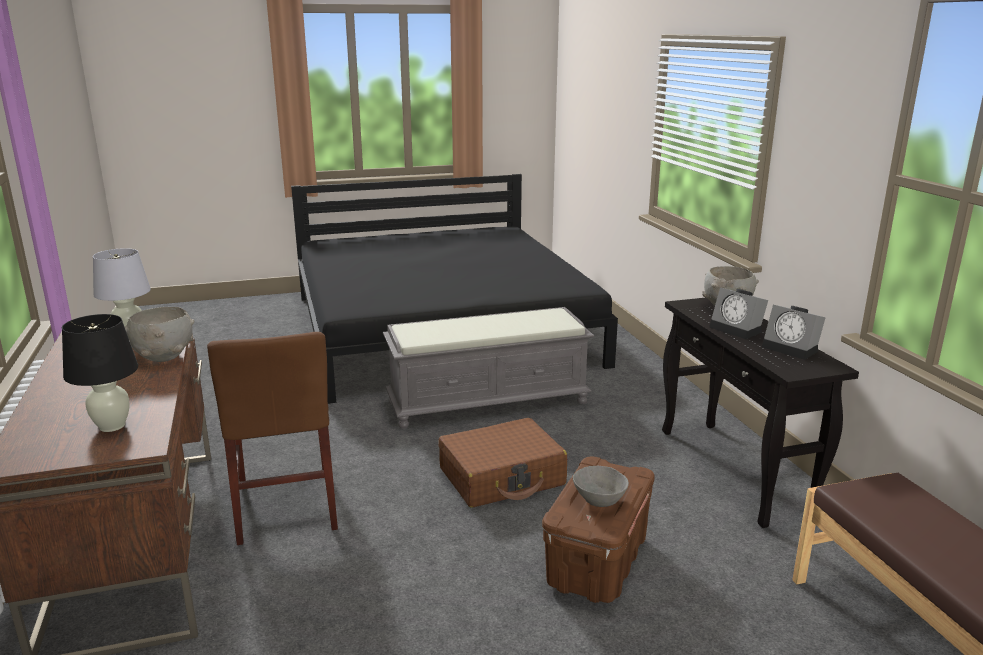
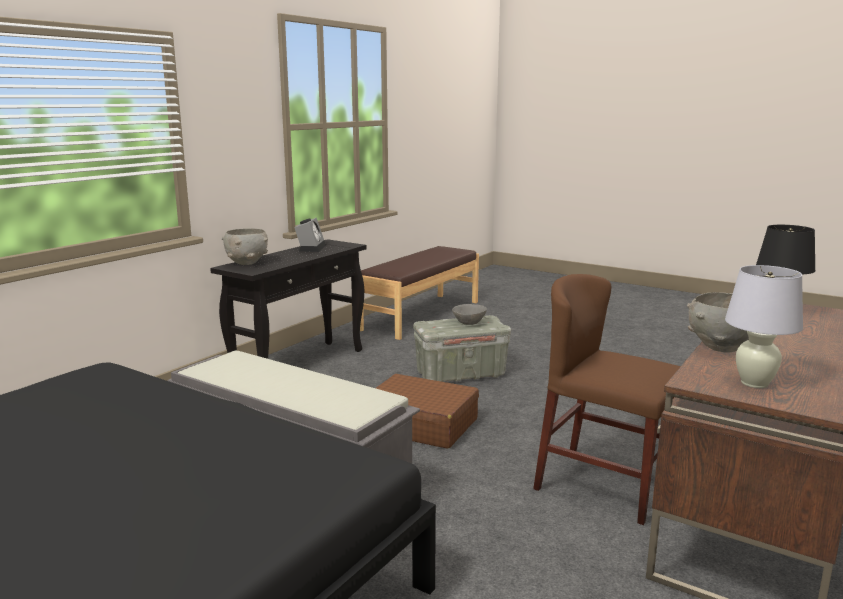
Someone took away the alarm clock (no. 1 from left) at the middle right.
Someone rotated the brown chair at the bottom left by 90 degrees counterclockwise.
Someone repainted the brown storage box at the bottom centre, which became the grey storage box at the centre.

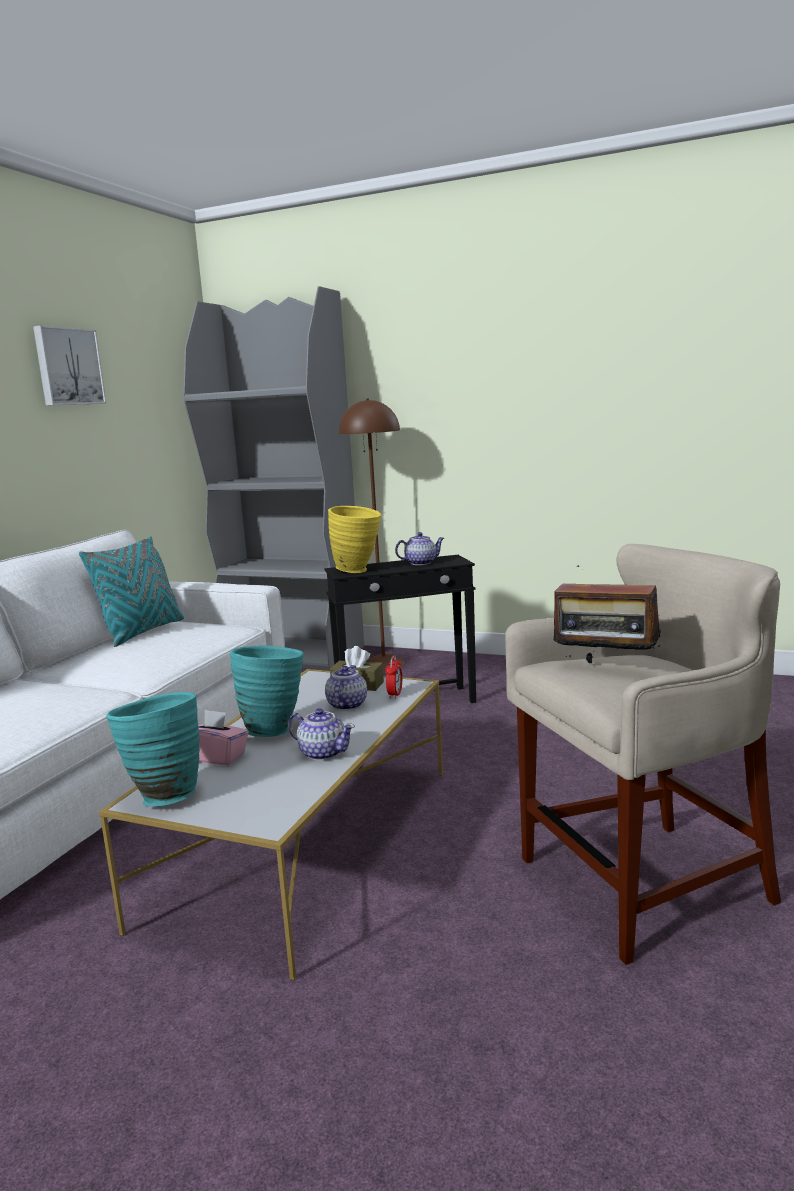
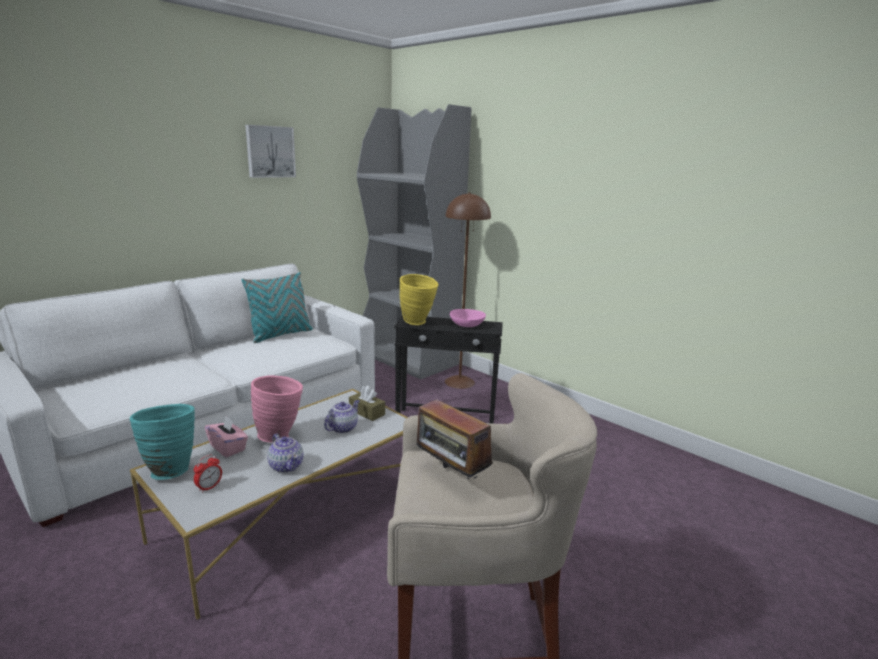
Someone swapped the teapot (no. 3 from left) at the centre for the pink bowl at the centre.
Someone repainted the turquoise vase (no. 2 from left) at the centre, which became the pink vase at the middle left.
Someone carried the alarm clock from the centre to the bottom left.

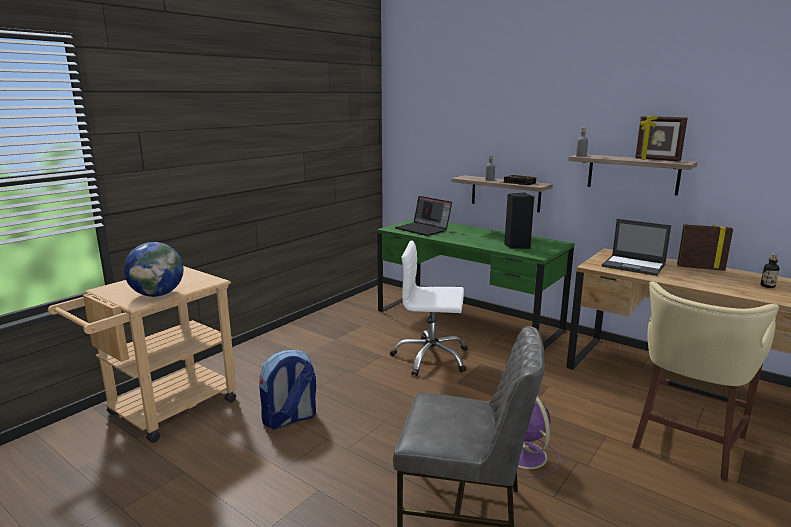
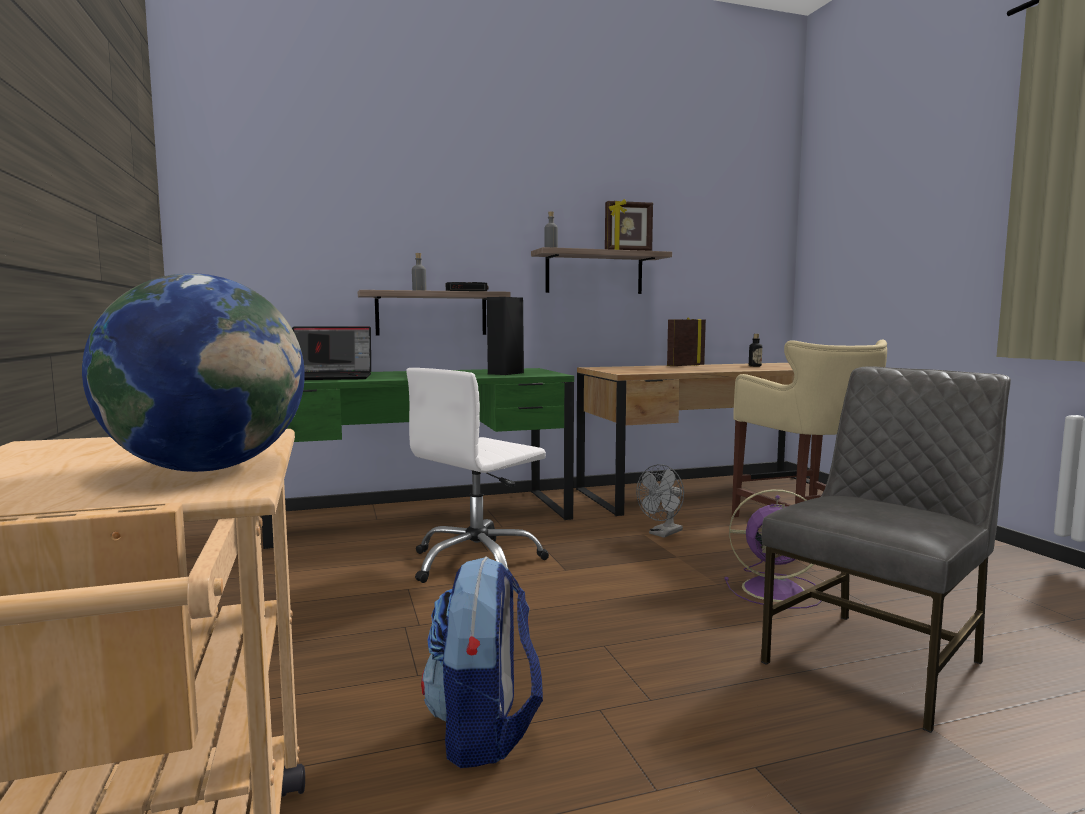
Someone took away the laptop (no. 2 from left) at the middle right.
Someone put down the grey fan at the centre.

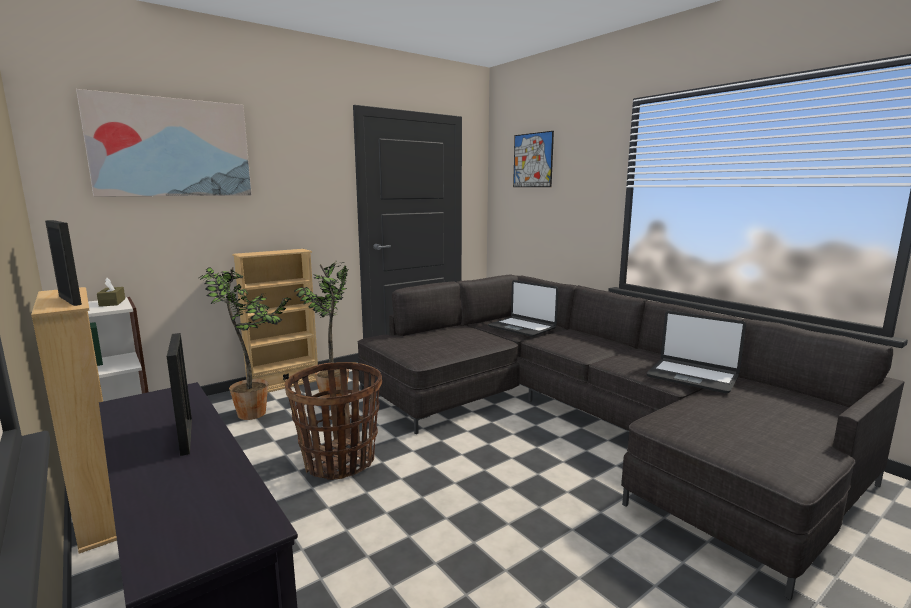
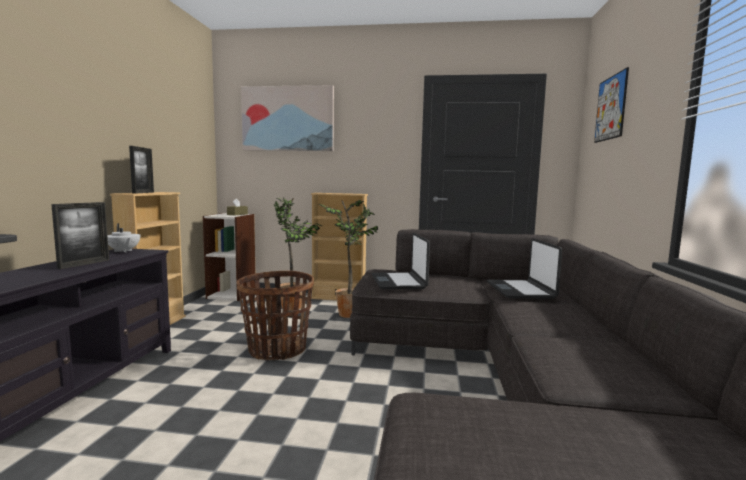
Someone carried the laptop (no. 2 from left in the first image) from the middle right to the centre.
Someone put down the white teapot at the middle left.

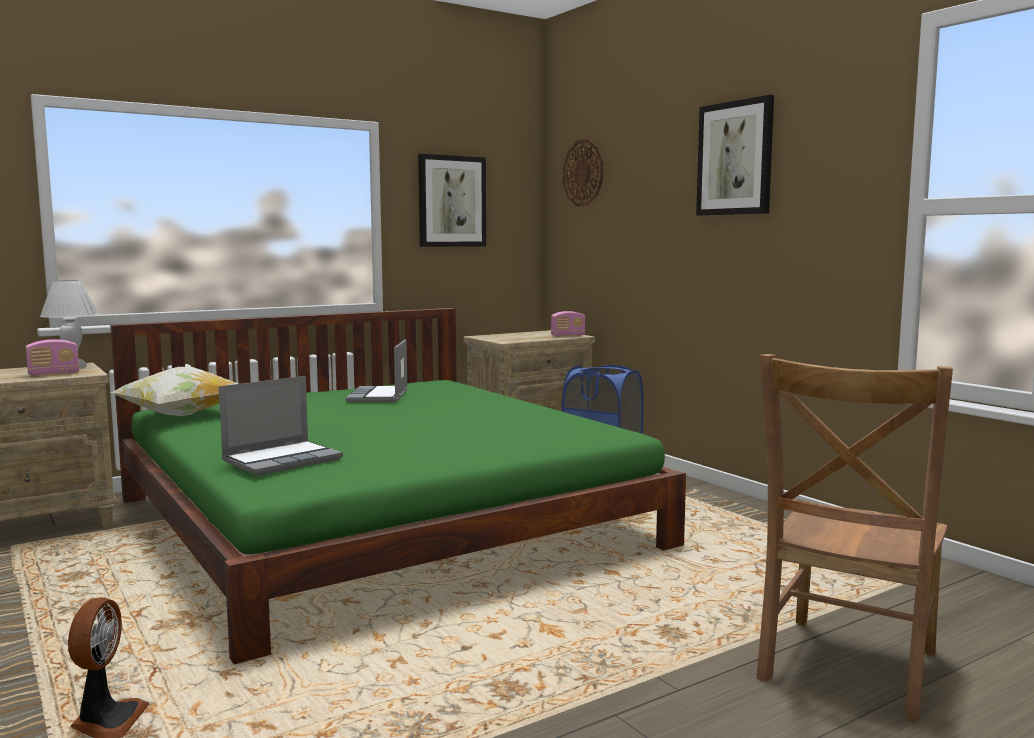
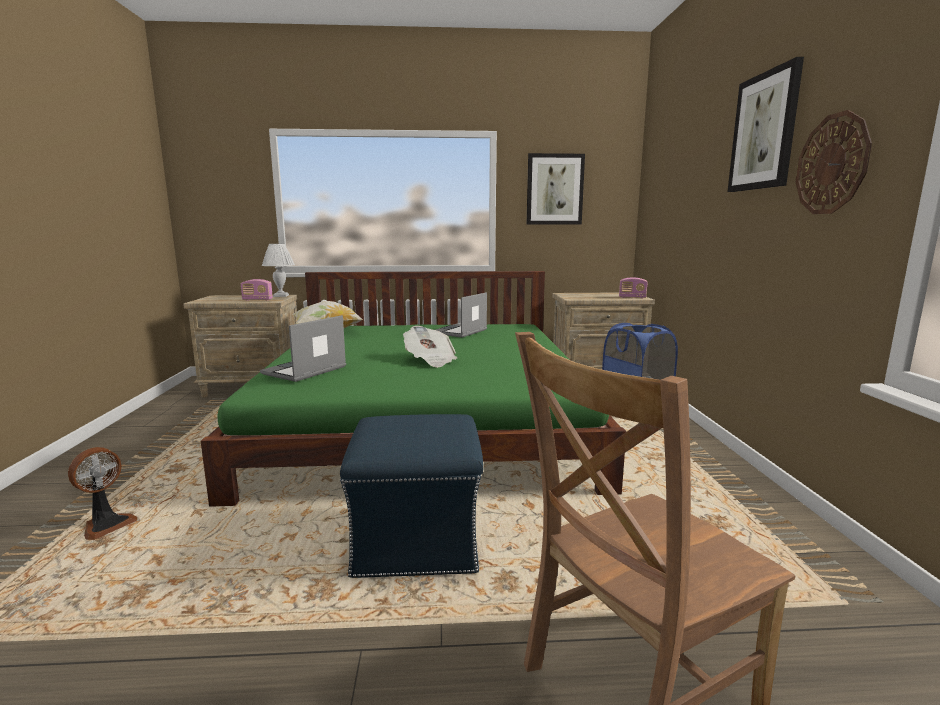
Someone carried the wall clock from the top centre to the top right.
Someone rotated the laptop (no. 1 from left) at the middle left by 135 degrees clockwise.
Someone put down the newspaper at the centre.
Someone put down the blue ottoman at the bottom centre.

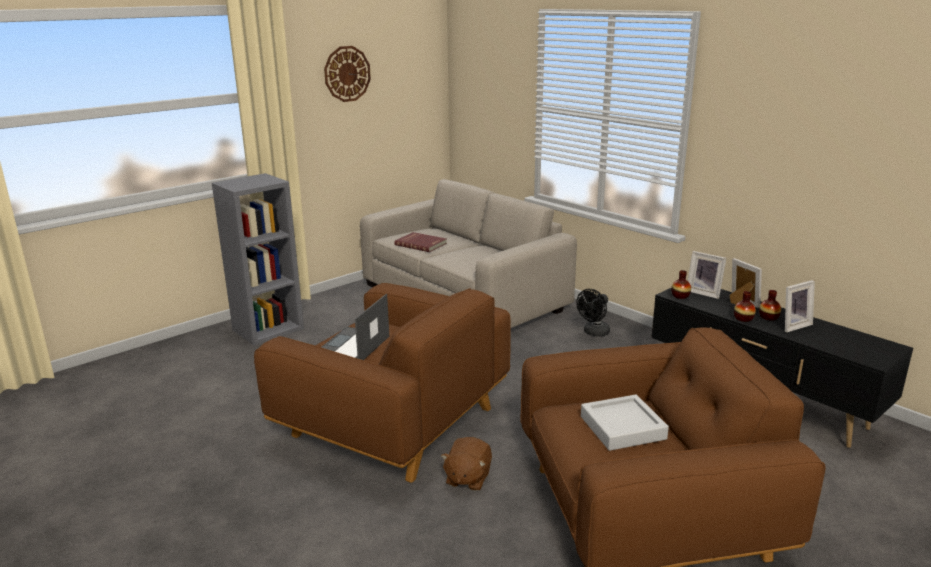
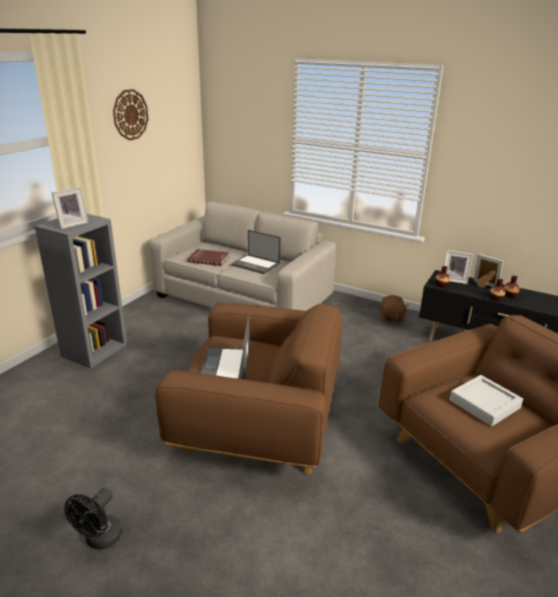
Someone carried the picture frame (no. 3 from left in the first image) from the middle right to the middle left.
Someone carried the black fan from the centre to the bottom left.
Someone carried the brown plush toy from the bottom centre to the middle right.
Someone put down the laptop (no. 2 from left) at the centre.

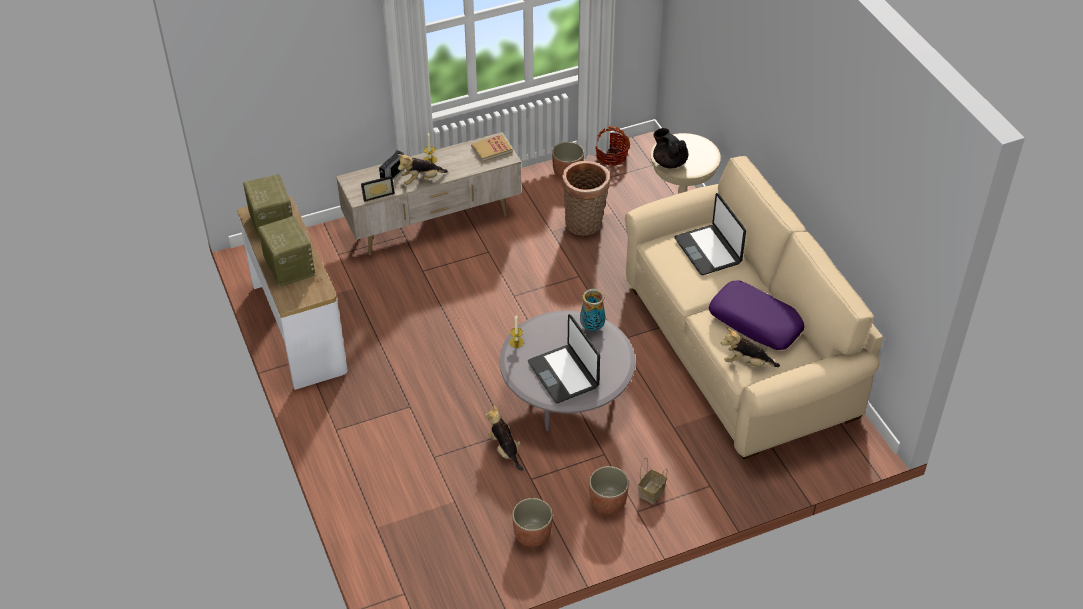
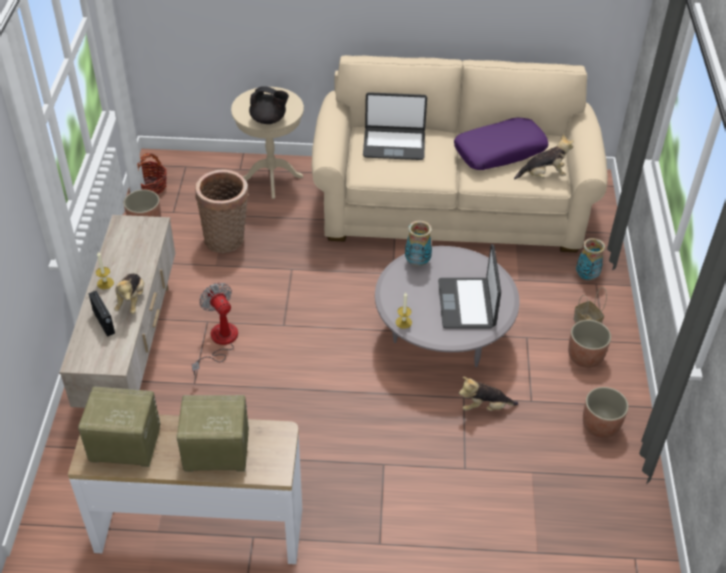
Someone rotated the black teapot at the top centre by 150 degrees counterclockwise.
Someone took away the book at the top centre.
Someone took away the picture frame at the top centre.
Someone rotated the laptop (no. 1 from left in the first image) at the centre by 90 degrees clockwise.
Someone rotated the plush toy (no. 3 from left) at the middle right by 135 degrees counterclockwise.
Someone put down the vase (no. 2 from left) at the middle right.
Someone put down the fan at the middle left.

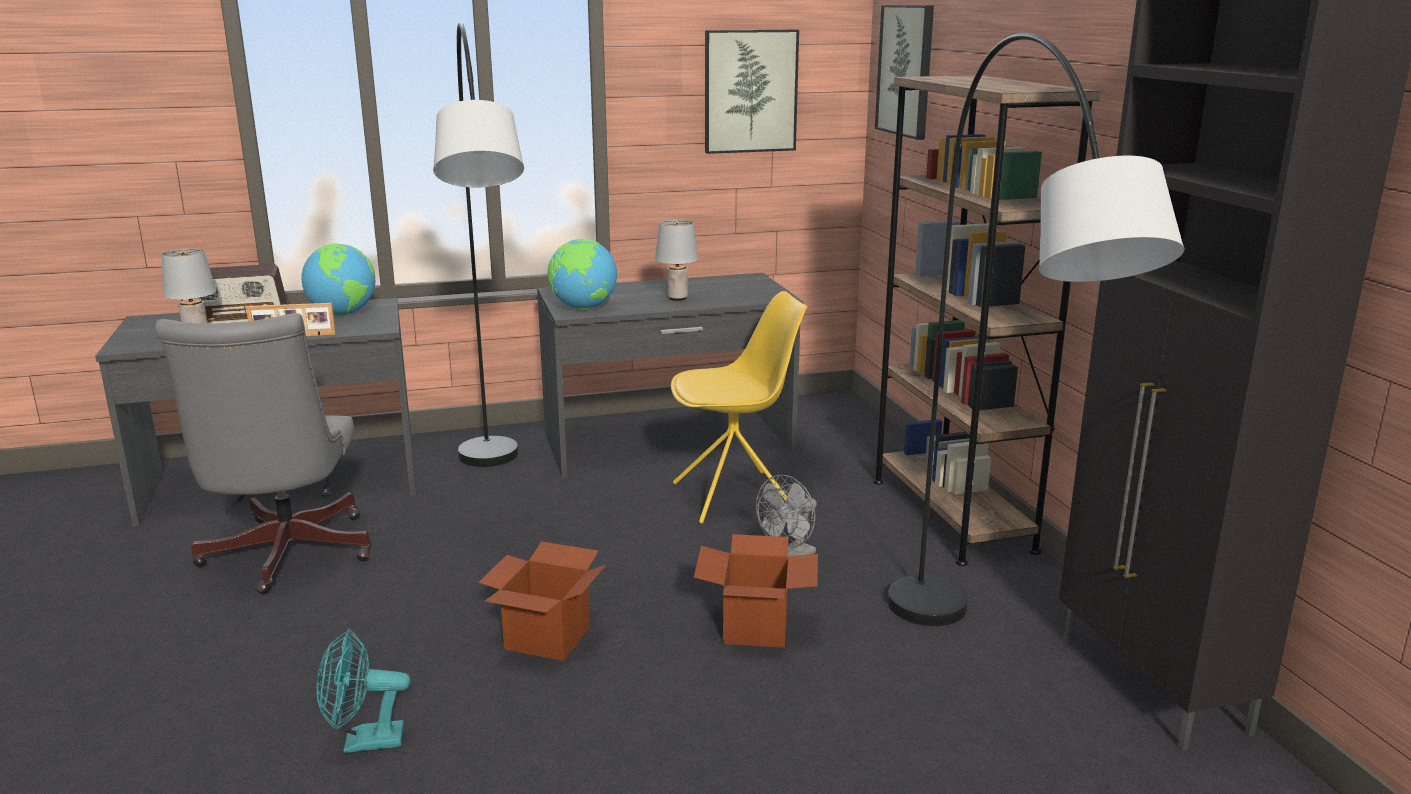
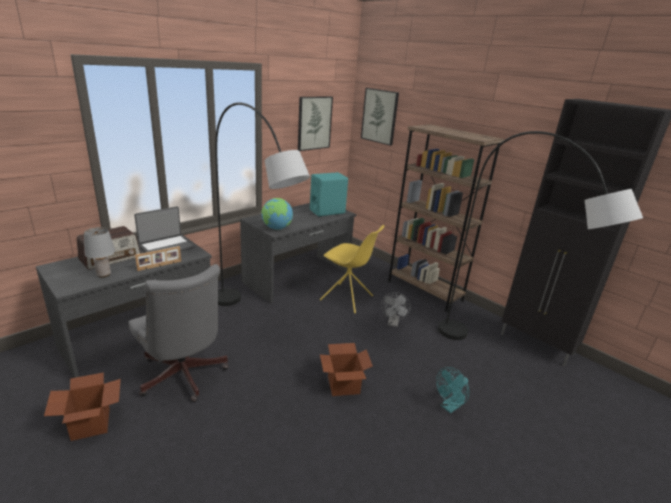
Someone took away the grey table lamp (no. 2 from left) at the top centre.
Someone swapped the globe (no. 1 from left) at the middle left for the laptop at the middle left.
Someone rotated the yellow chair at the centre by 75 degrees clockwise.
Someone carried the cardboard box (no. 2 from left in the first image) from the bottom centre to the bottom left.
Someone carried the turquoise fan from the bottom left to the bottom right.
Someone put down the turquoise speaker at the centre.

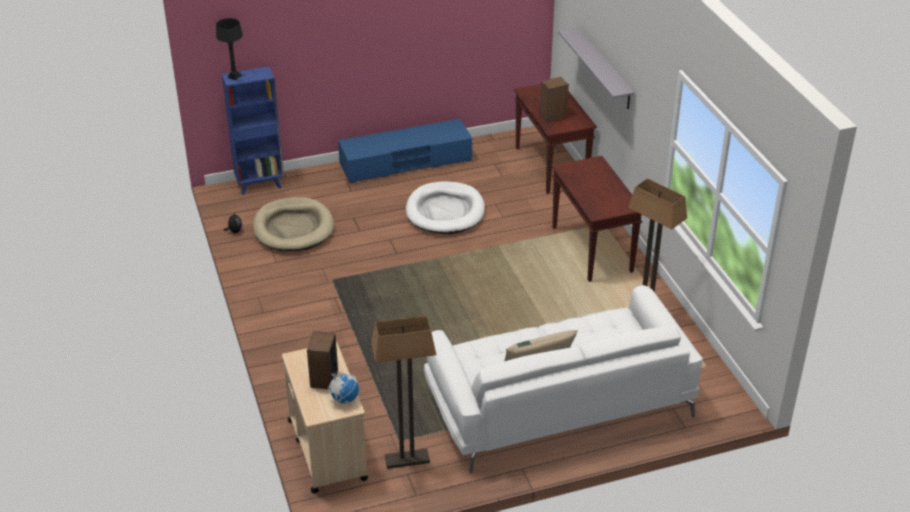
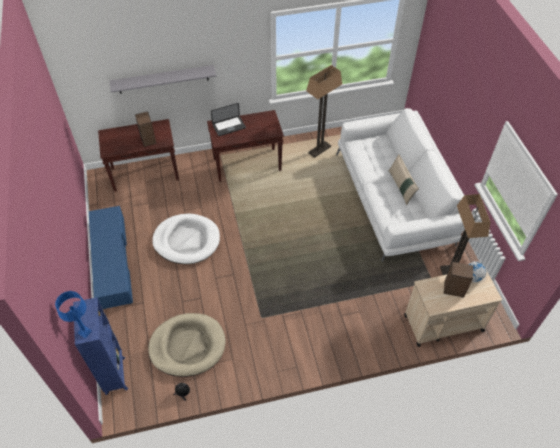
Someone repainted the black table lamp at the top left, which became the blue table lamp at the bottom left.
Someone put down the laptop at the top centre.

